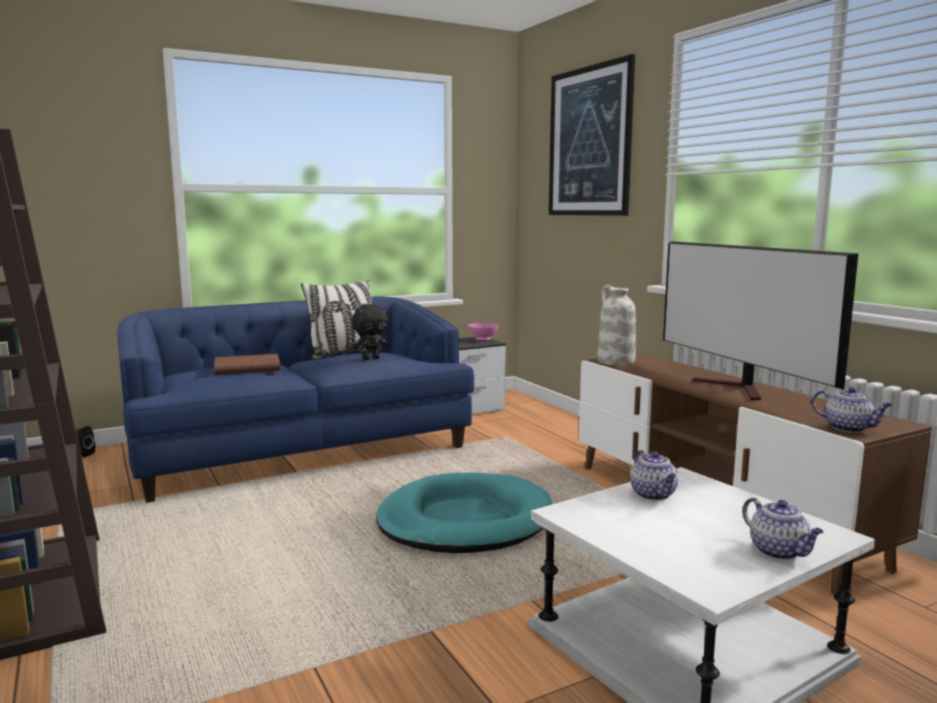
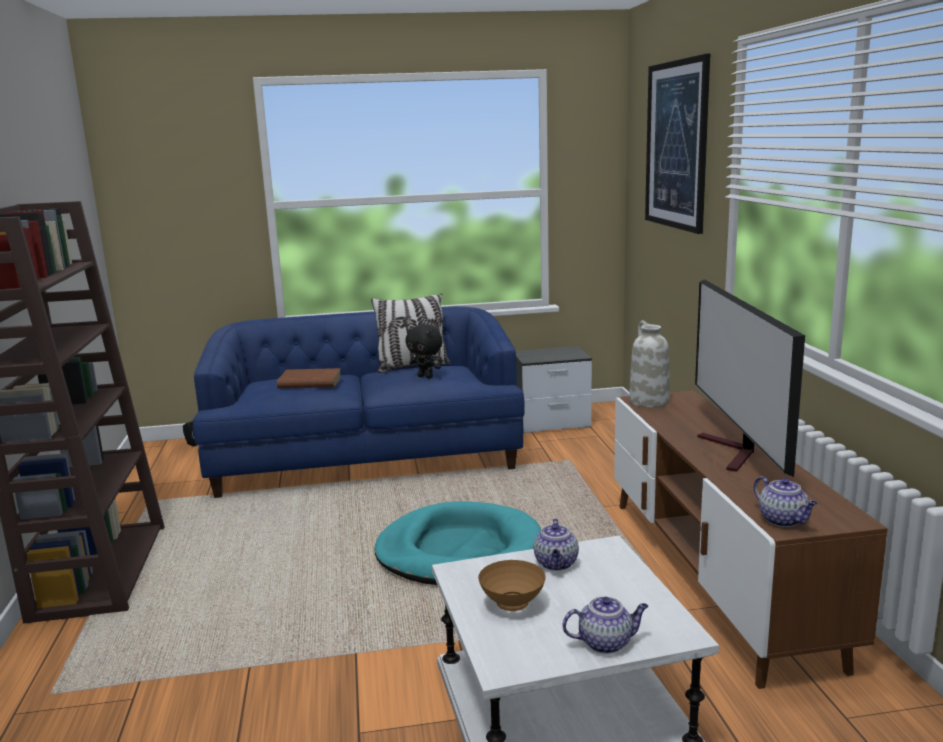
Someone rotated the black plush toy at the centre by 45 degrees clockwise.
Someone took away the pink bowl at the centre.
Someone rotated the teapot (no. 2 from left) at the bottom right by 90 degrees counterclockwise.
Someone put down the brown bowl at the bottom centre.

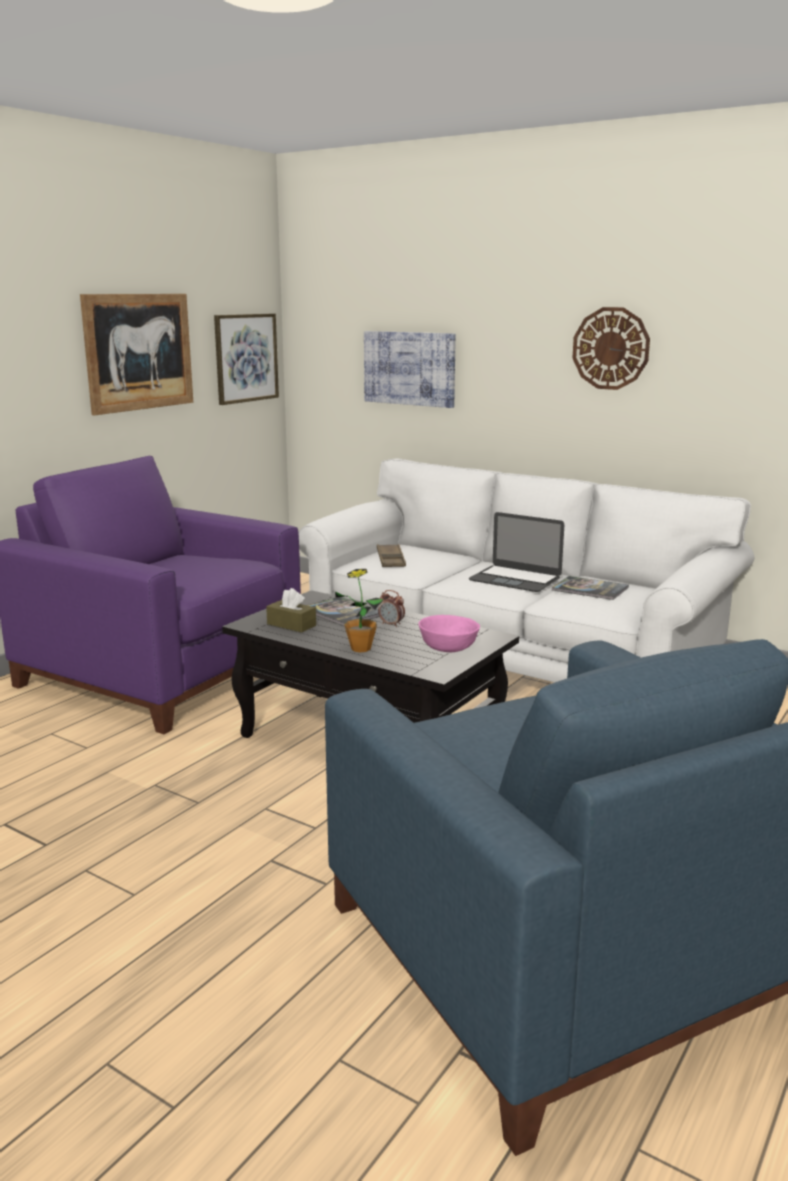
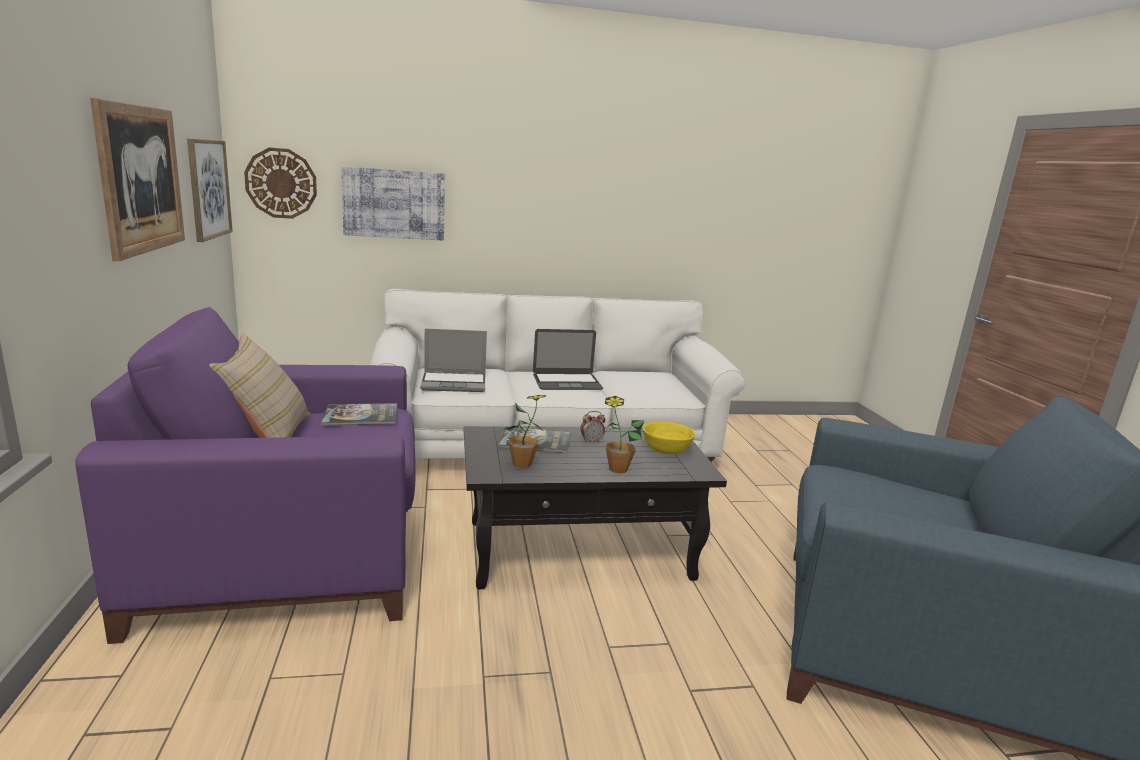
Someone carried the wall clock from the top right to the top left.
Someone swapped the brown tray at the centre for the laptop (no. 1 from left) at the centre.
Someone carried the book (no. 2 from left in the first image) from the middle right to the middle left.
Someone swapped the brown tissue box at the centre for the potted plant (no. 1 from left) at the centre.
Someone repainted the pink bowl at the centre, which became the yellow bowl at the centre.
Someone put down the beige pillow at the middle left.

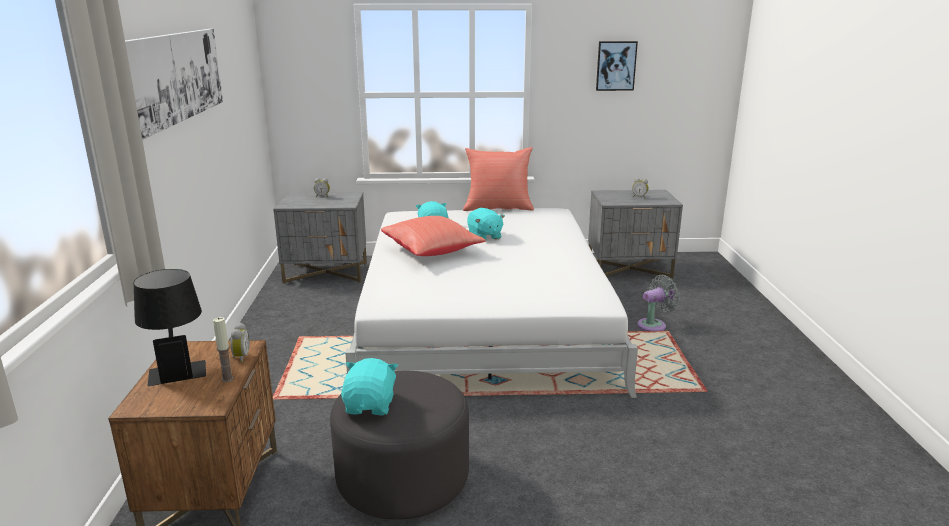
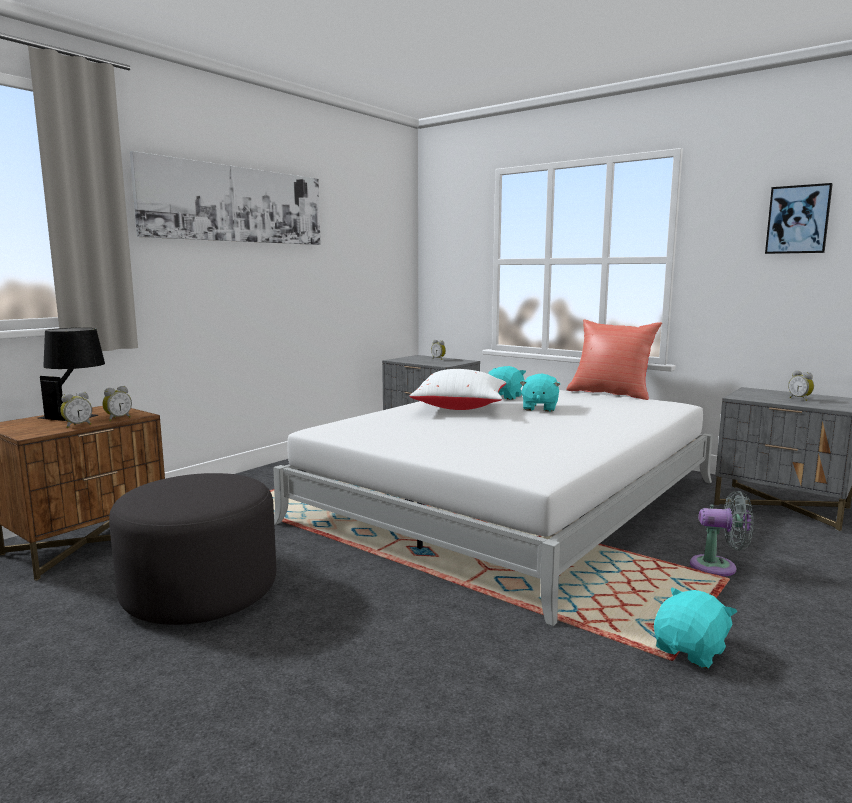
Someone repainted the red pillow (no. 1 from left) at the centre, which became the white pillow at the centre.
Someone swapped the candle at the middle left for the alarm clock (no. 1 from left) at the middle left.
Someone carried the turquoise plush toy (no. 1 from left in the first image) from the bottom centre to the bottom right.

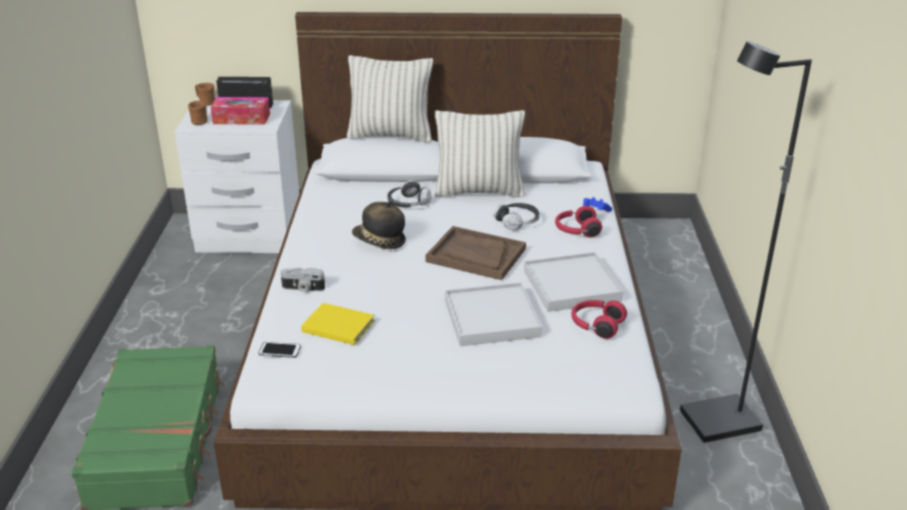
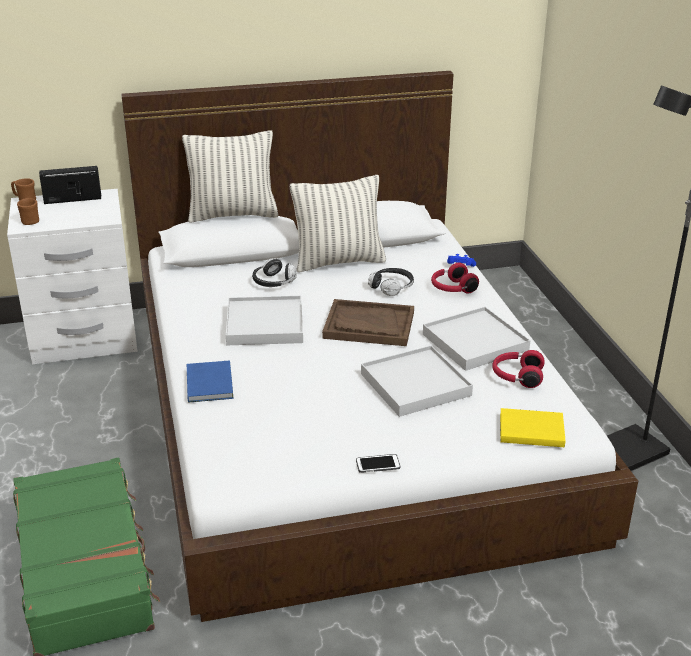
Someone took away the tissue box at the top left.
Someone swapped the hat at the centre for the white tray (no. 1 from left) at the centre.
Someone swapped the photo camera at the centre for the blue book at the middle left.
Someone carried the yellow book from the centre to the middle right.
Someone carried the phone from the bottom left to the bottom centre.

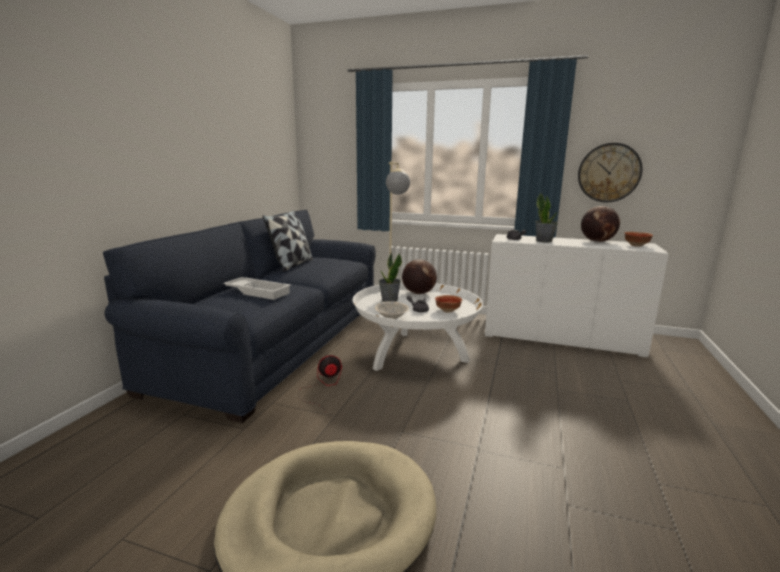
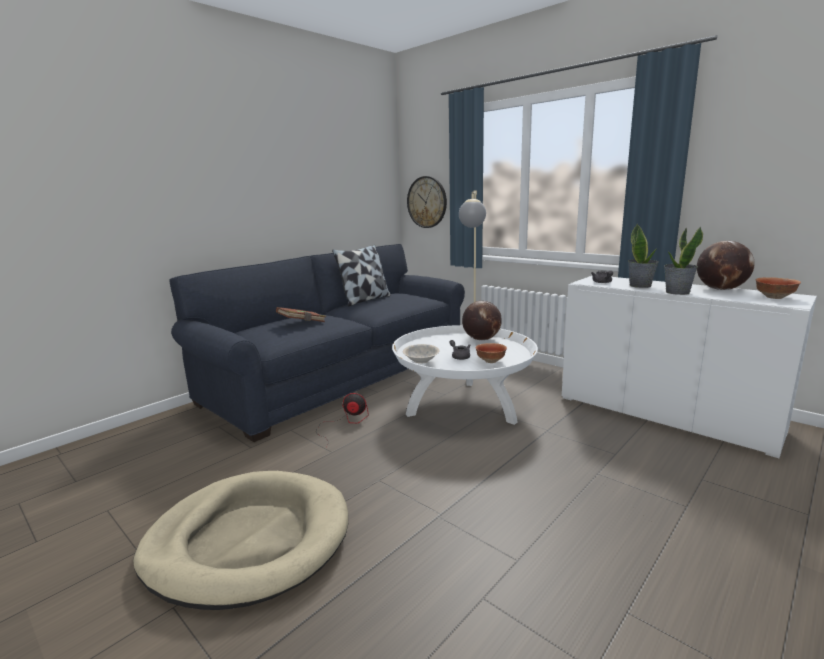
Someone carried the wall clock from the top right to the top centre.
Someone carried the potted plant (no. 1 from left in the first image) from the centre to the middle right.
Someone swapped the white tray at the middle left for the brown book at the centre.

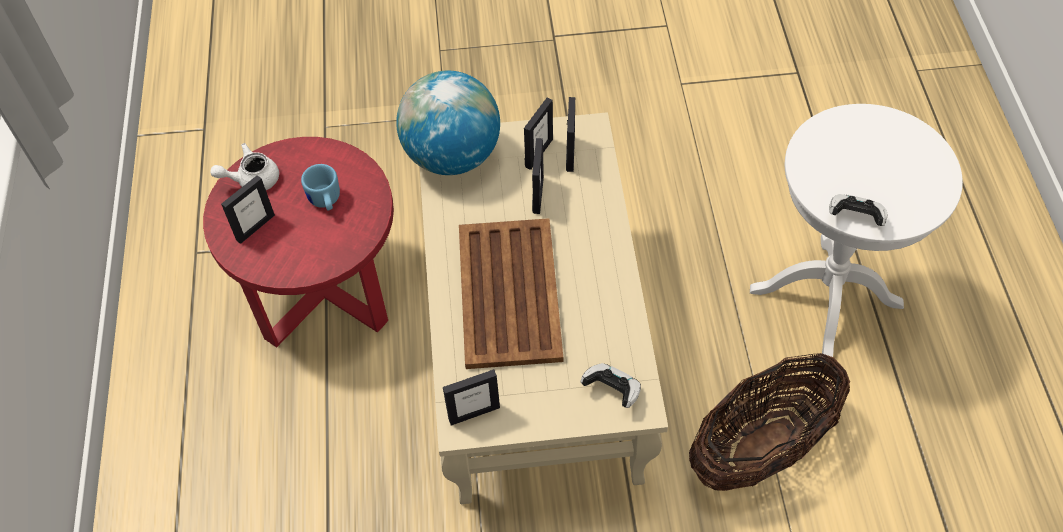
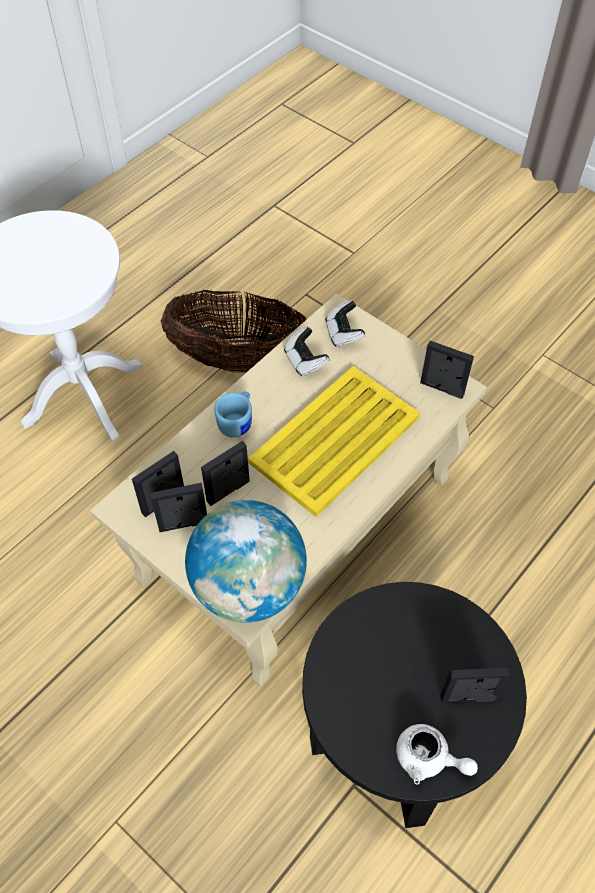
Someone repainted the red side table at the middle left, which became the black side table at the bottom right.
Someone carried the blue mug from the middle left to the centre.
Someone carried the game controller (no. 2 from left in the first image) from the middle right to the centre.
Someone repainted the brown tray at the centre, which became the yellow tray at the centre.

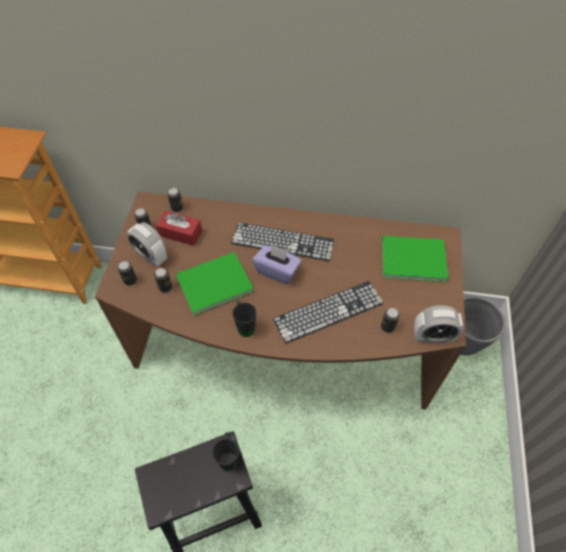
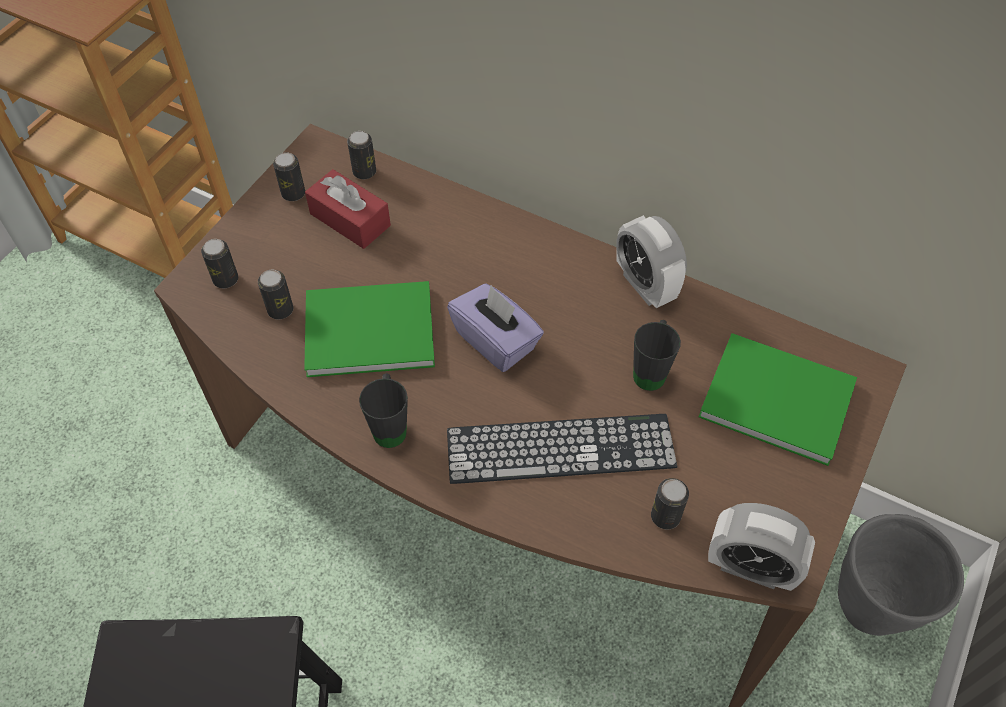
Someone carried the alarm clock (no. 1 from left) from the middle left to the centre.
Someone took away the keyboard (no. 1 from left) at the centre.
Someone carried the black mug (no. 1 from left in the first image) from the bottom centre to the centre.

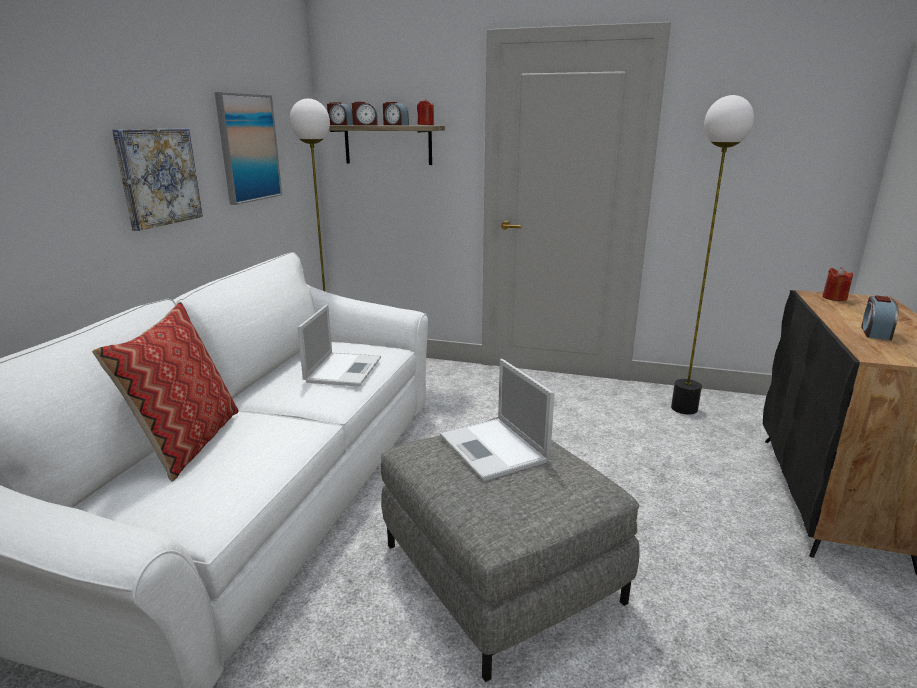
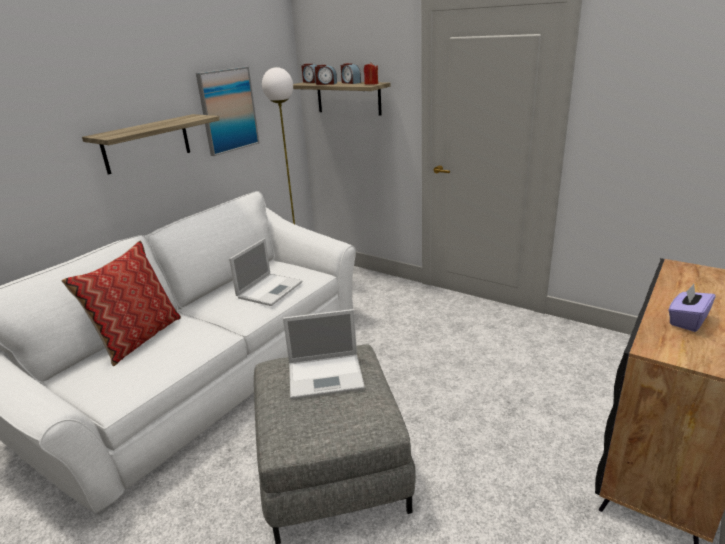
Someone took away the floor lamp (no. 2 from left) at the middle right.
Someone swapped the picture (no. 1 from left) at the top left for the shelf (no. 1 from left) at the top left.
Someone took away the red candle (no. 2 from left) at the middle right.
Someone swapped the alarm clock (no. 4 from left) at the middle right for the purple tissue box at the middle right.
Someone rotated the laptop (no. 2 from left) at the centre by 90 degrees counterclockwise.

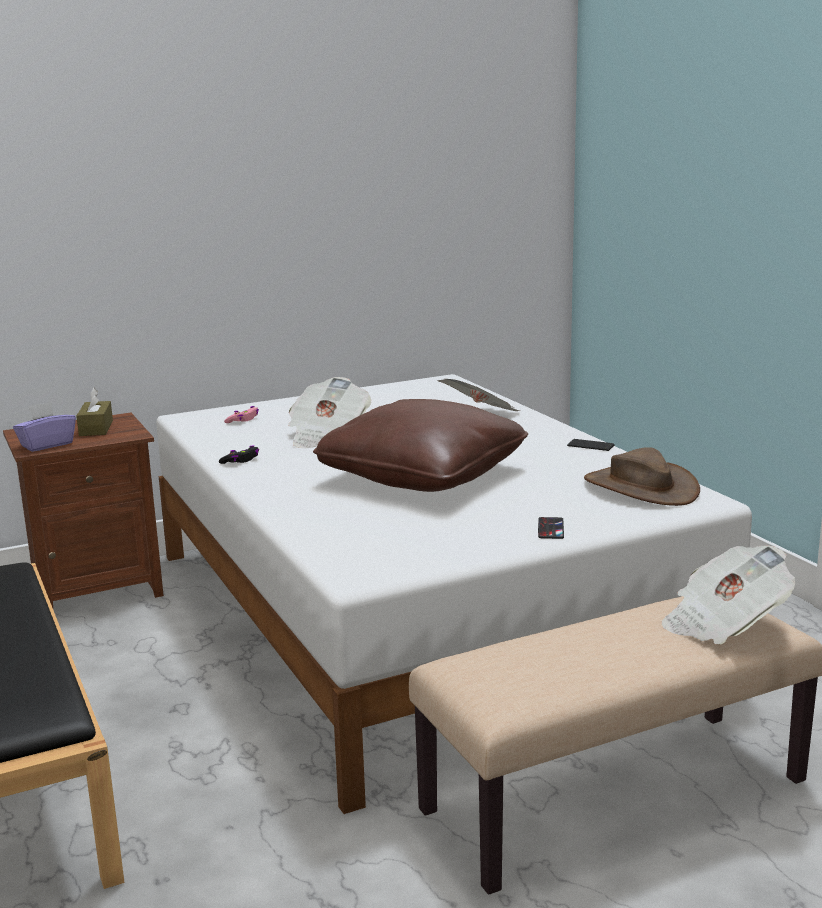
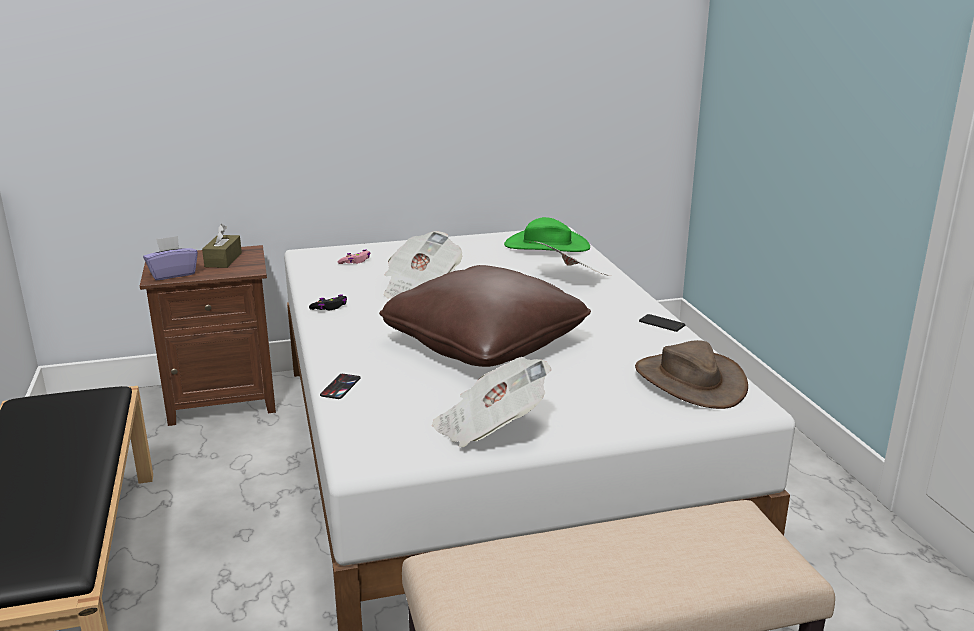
Someone carried the phone (no. 1 from left) from the middle right to the centre.
Someone carried the newspaper (no. 3 from left in the first image) from the middle right to the centre.
Someone put down the green hat at the centre.

